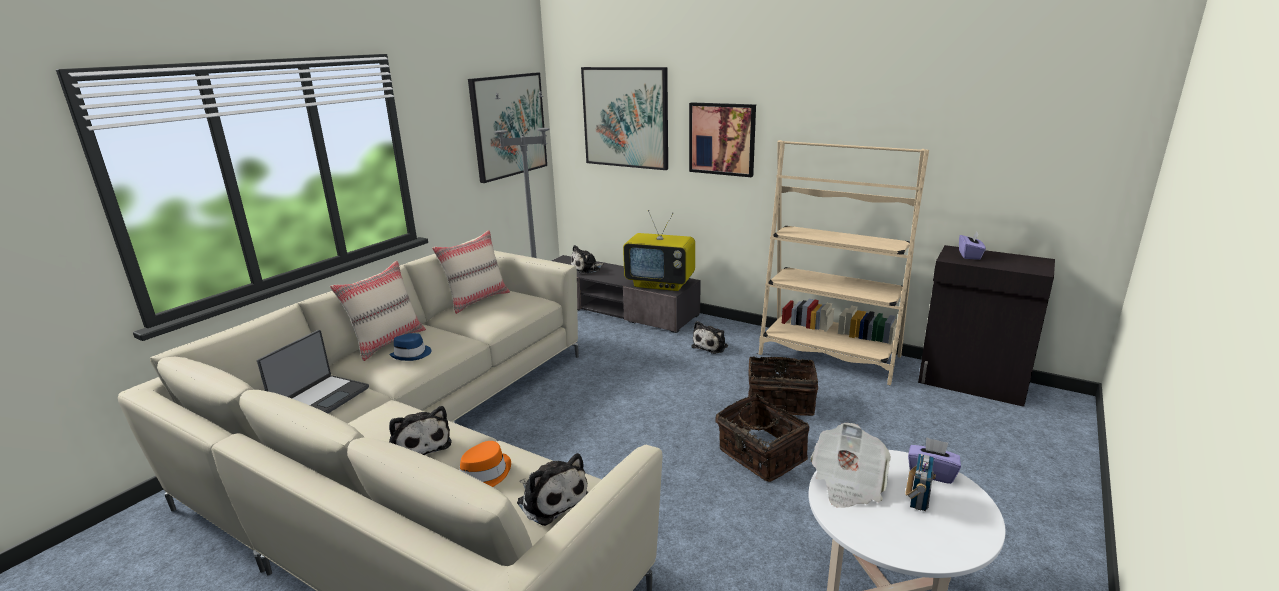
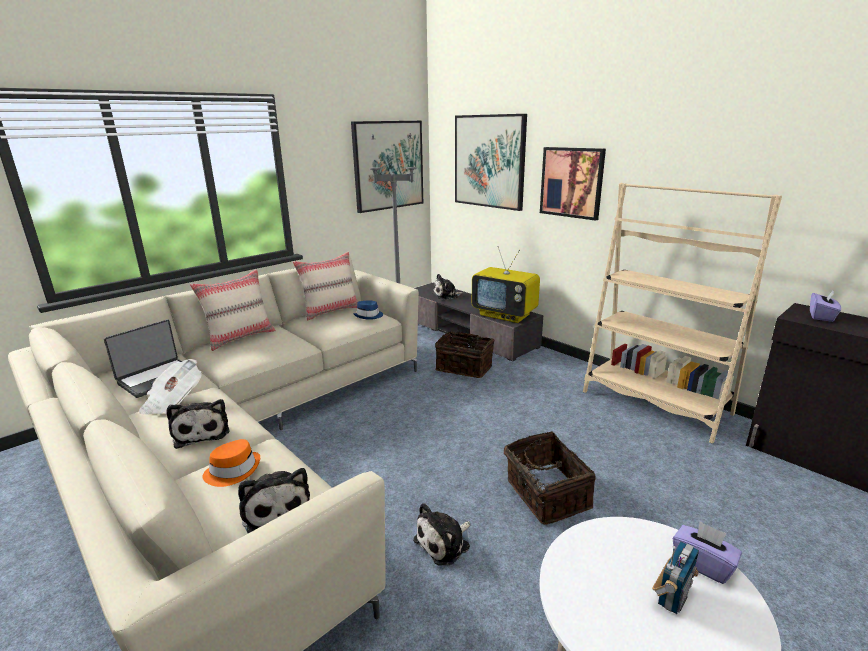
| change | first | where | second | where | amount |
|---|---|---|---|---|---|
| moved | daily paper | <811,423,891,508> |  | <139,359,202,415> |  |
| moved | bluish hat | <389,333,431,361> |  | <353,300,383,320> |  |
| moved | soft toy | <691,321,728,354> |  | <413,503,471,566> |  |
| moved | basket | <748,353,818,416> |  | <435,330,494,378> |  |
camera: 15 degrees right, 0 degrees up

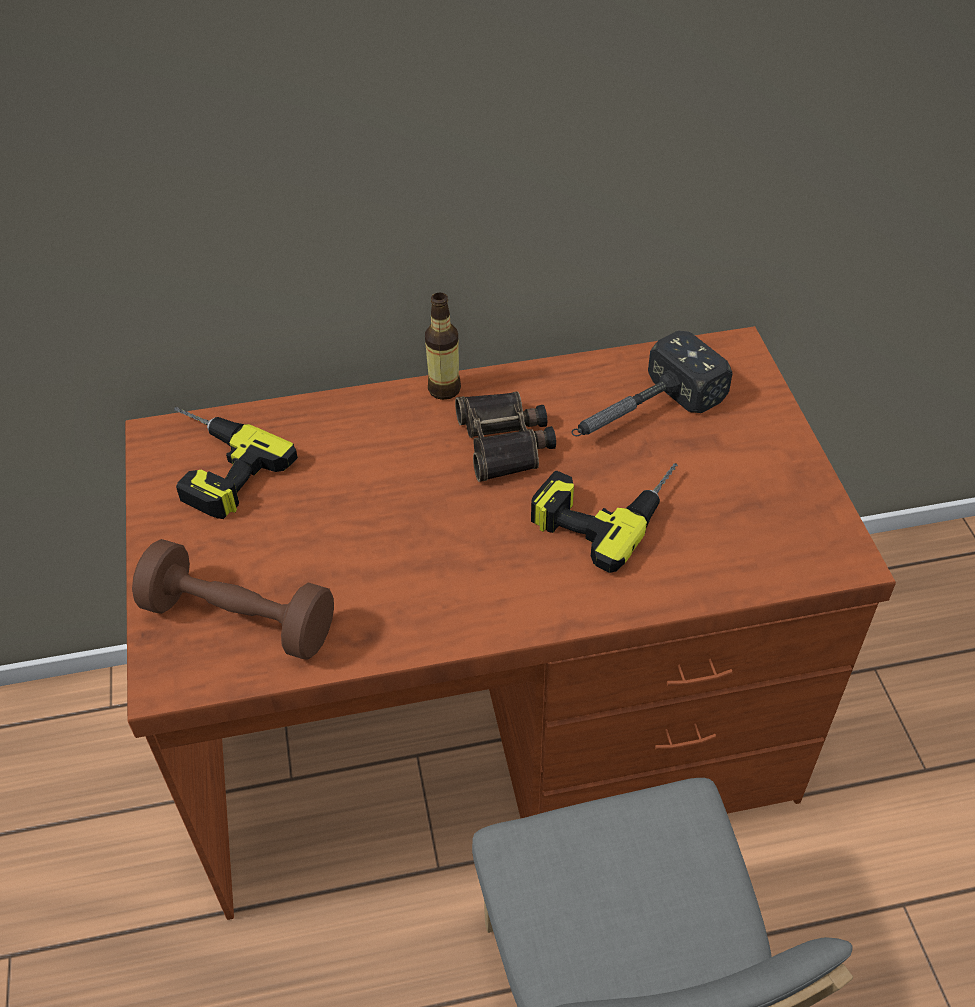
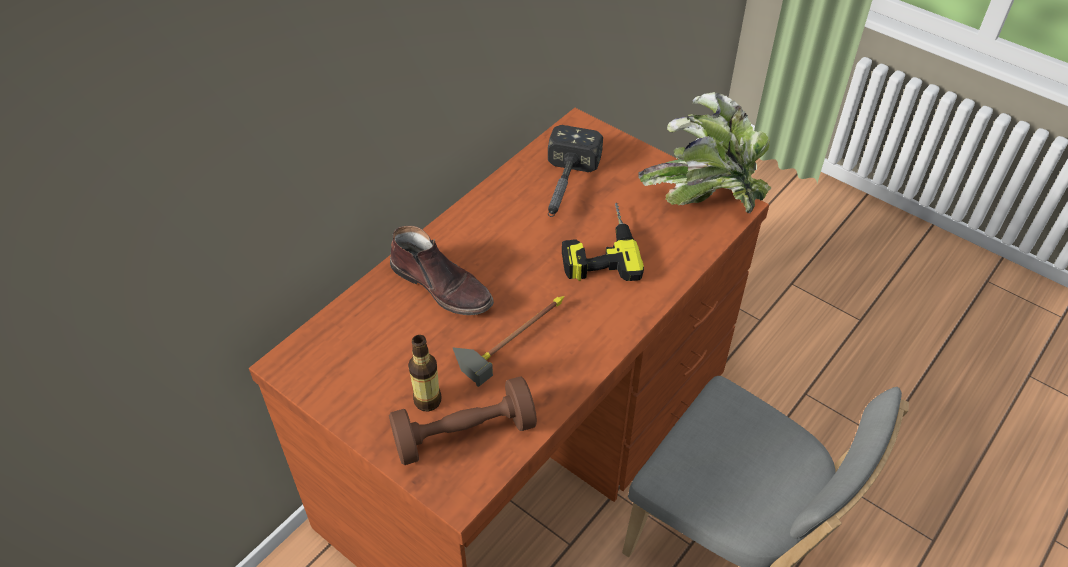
| change | first | where | second | where | amount |
|---|---|---|---|---|---|
| added |  |  | brownish boot | <390,226,494,315> |  |
| moved | beverage bottle | <425,293,461,400> |  | <408,335,441,411> |  |
| added |  |  | tool hammer | <452,296,565,387> |  |
| added |  |  | plant in a pot | <638,92,771,213> |  |
| removed | power drill | <174,407,298,519> |  |  |  |
| removed | binoculars | <455,391,556,482> |  |  |  |
camera: 40 degrees left, 0 degrees up

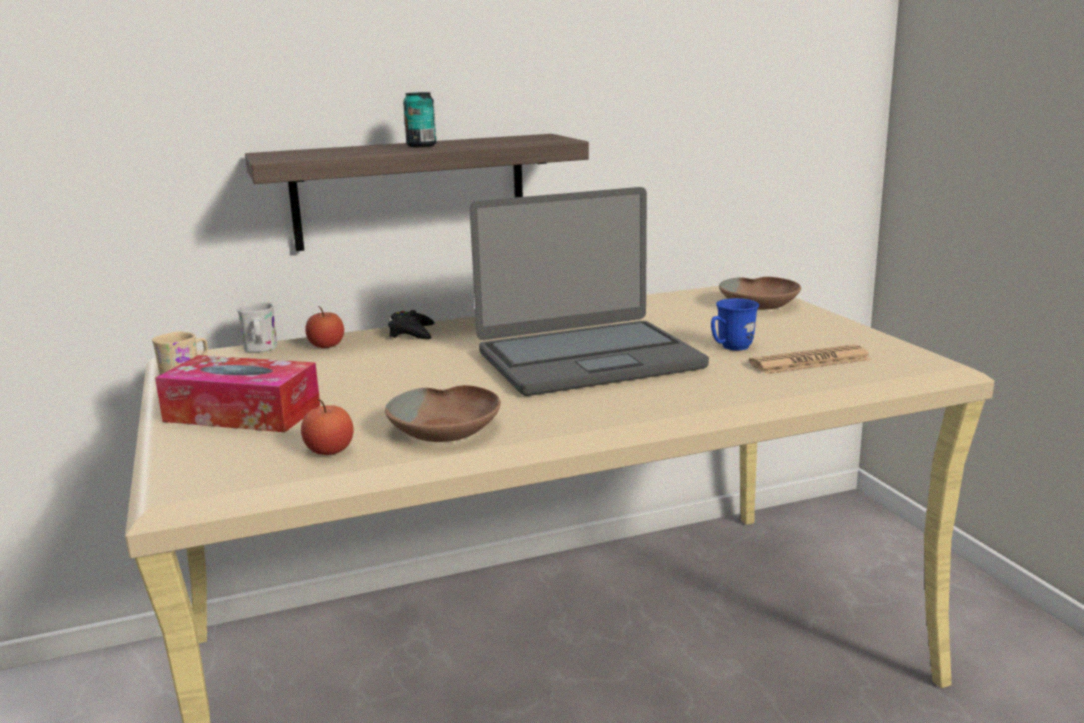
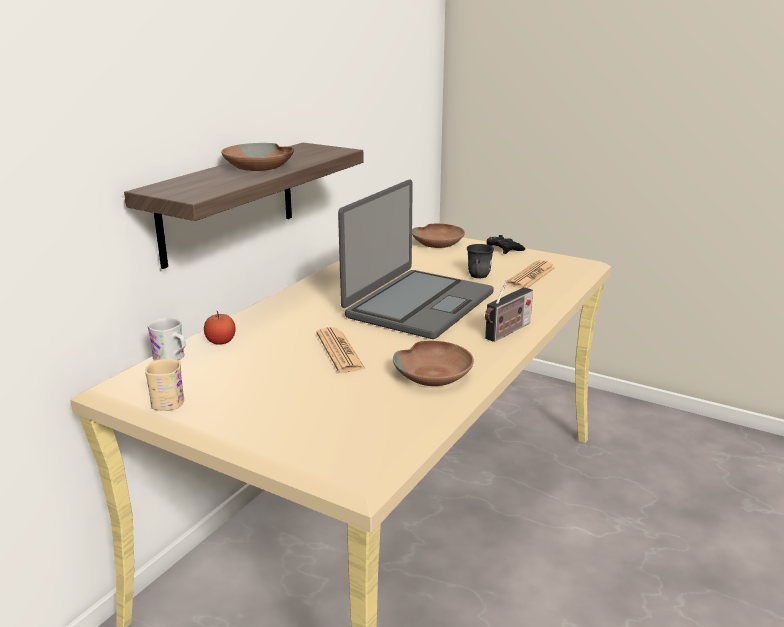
| change | first | where | second | where | amount |
|---|---|---|---|---|---|
| replaced | can | <403,92,436,147> | brownish deep dish | <221,143,294,171> |  |
| added |  |  | daily paper | <316,327,365,373> |  |
| recoloured | bluish coffee mug | <711,298,759,350> | gray coffee mug | <467,244,494,278> |  |
| added |  |  | radio | <485,280,533,342> |  |
| moved | blackish gamepad | <388,310,434,339> |  | <487,235,525,254> |  |
| removed | box of tissues | <155,355,320,432> |  |  |  |
| removed | whole apple | <301,399,354,455> |  |  |  |
camera: 40 degrees left, 5 degrees up

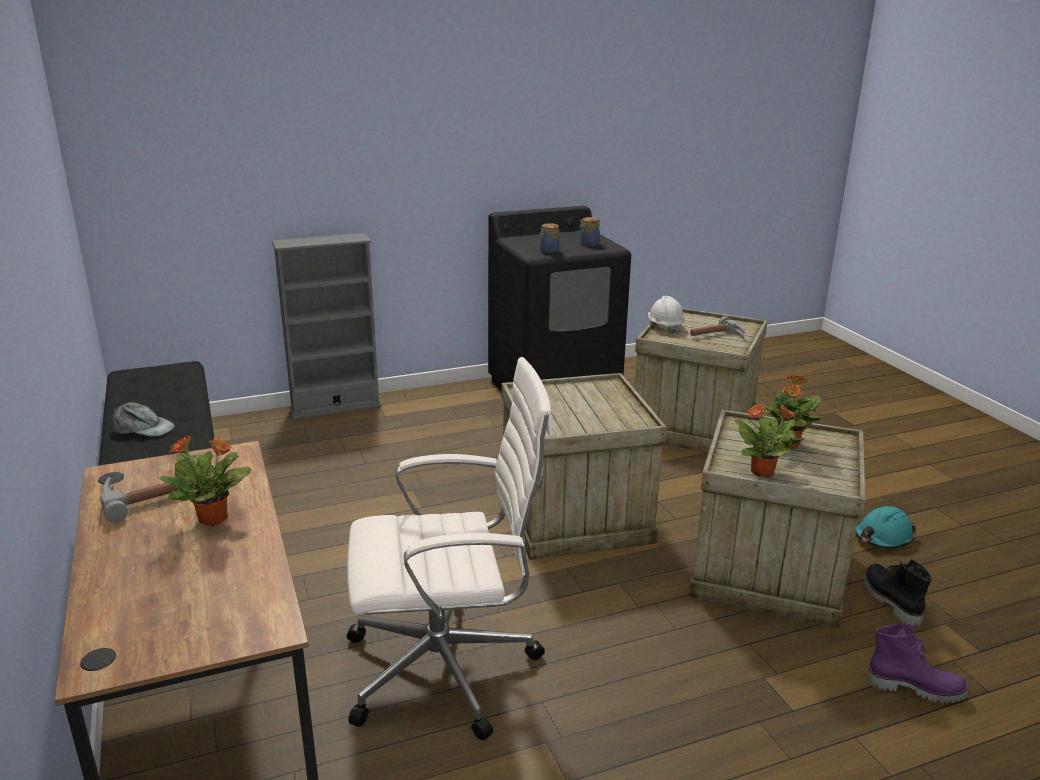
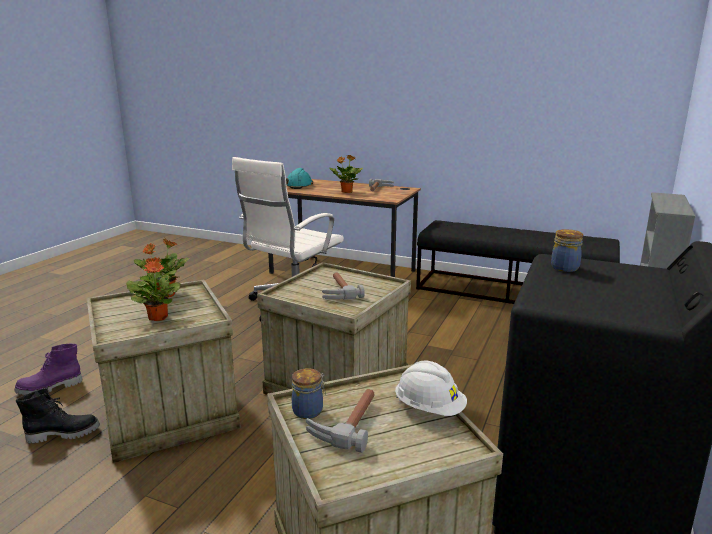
| change | first | where | second | where | amount |
|---|---|---|---|---|---|
| turned | blackish boot | <864,559,932,627> |  | <16,388,100,444> | 45 degrees counterclockwise |
| moved | blue-green hard hat | <856,506,916,549> |  | <286,168,313,189> |  |
| moved | storage jar | <579,217,600,246> |  | <292,368,326,419> |  |
| added |  |  | tool hammer | <322,272,365,300> |  |
| removed | gray cap | <112,402,175,437> |  |  |  |
camera: 135 degrees right, 5 degrees down

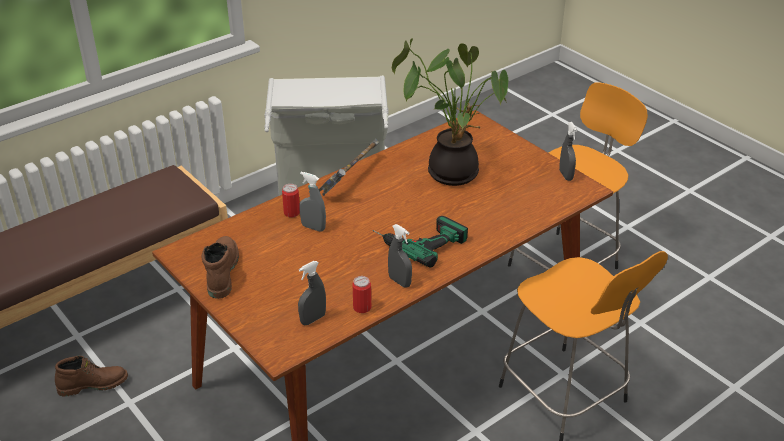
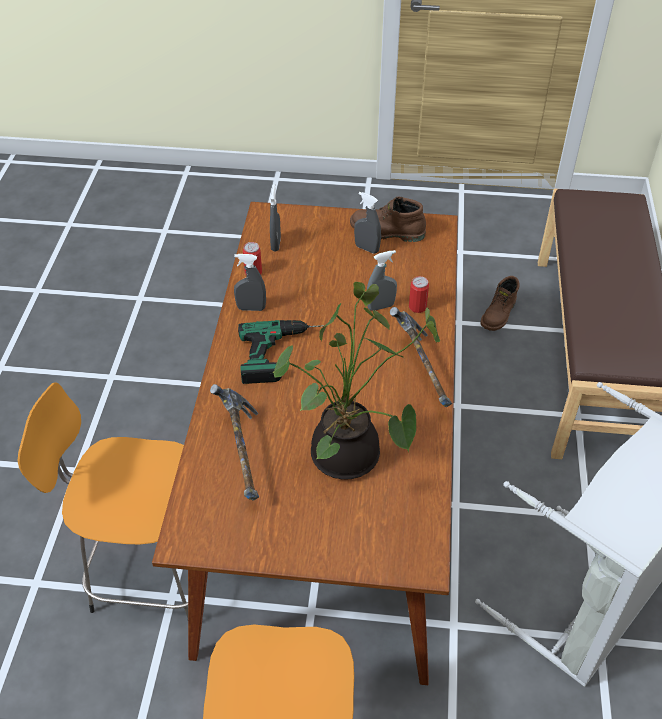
| change | first | where | second | where | amount |
|---|---|---|---|---|---|
| added |  |  | tool hammer | <210,384,259,500> |  |
| turned | brownish boot | <202,236,239,299> |  | <350,196,426,242> | 150 degrees clockwise |
| moved | gray spray bottle | <559,122,578,181> |  | <354,192,381,254> |  |
camera: 135 degrees right, 10 degrees up

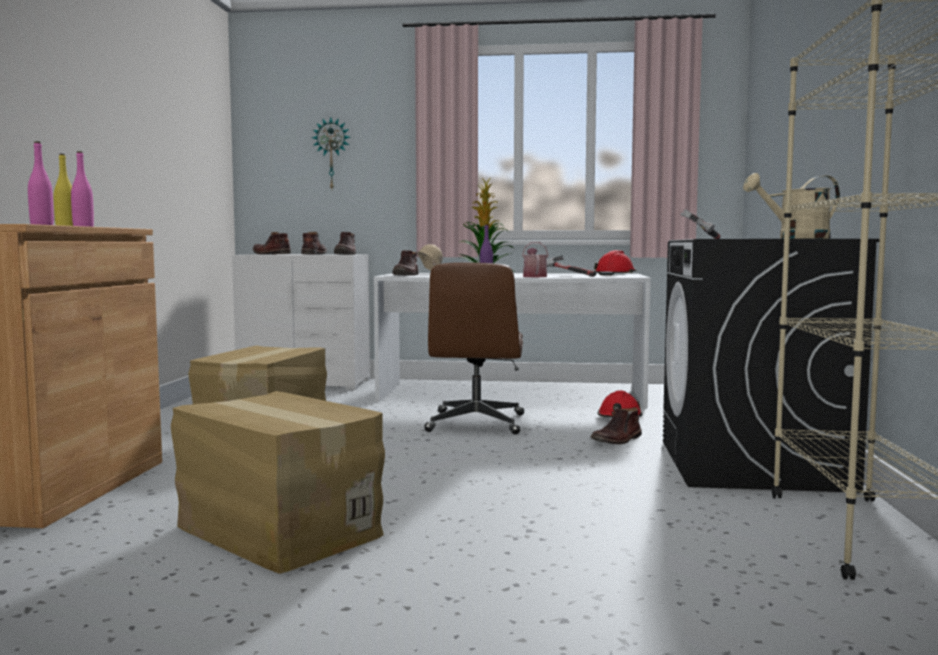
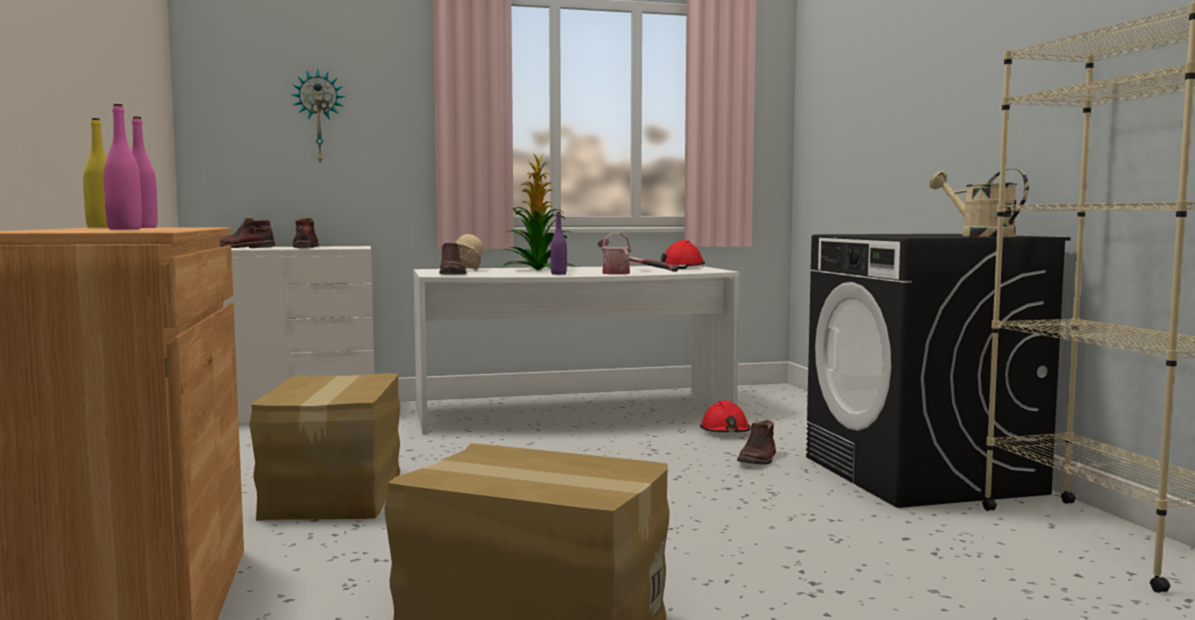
| change | first | where | second | where | amount |
|---|---|---|---|---|---|
| turned | beige-coloured watering can | <743,173,840,239> |  | <929,168,1029,237> | 90 degrees clockwise |
| removed | brownish boot | <334,232,356,254> |  |  |  |
| removed | brownish office chair | <424,262,524,434> |  |  |  |
| removed | tool hammer | <680,209,721,239> |  |  |  |
camera: 20 degrees left, 0 degrees up

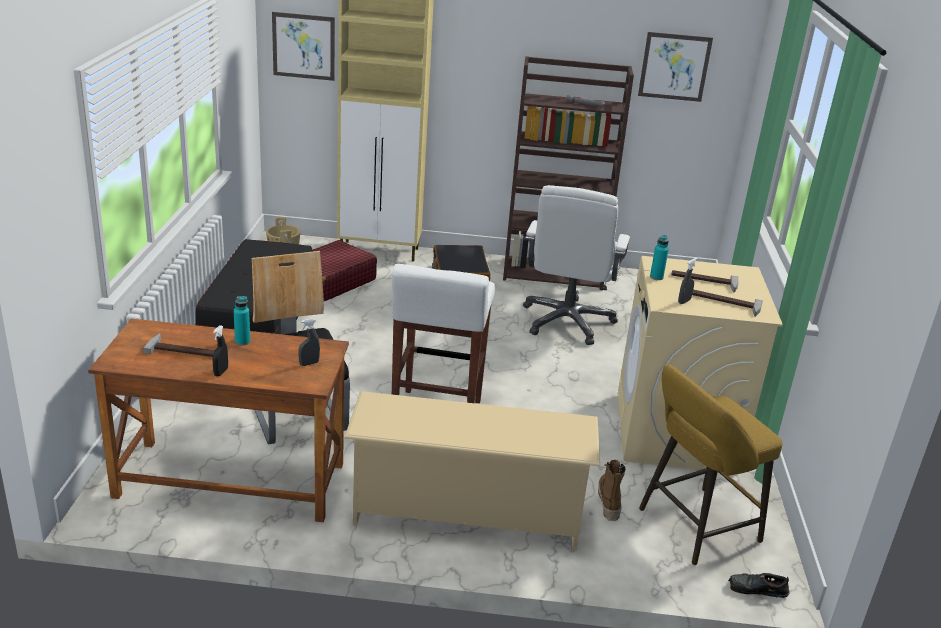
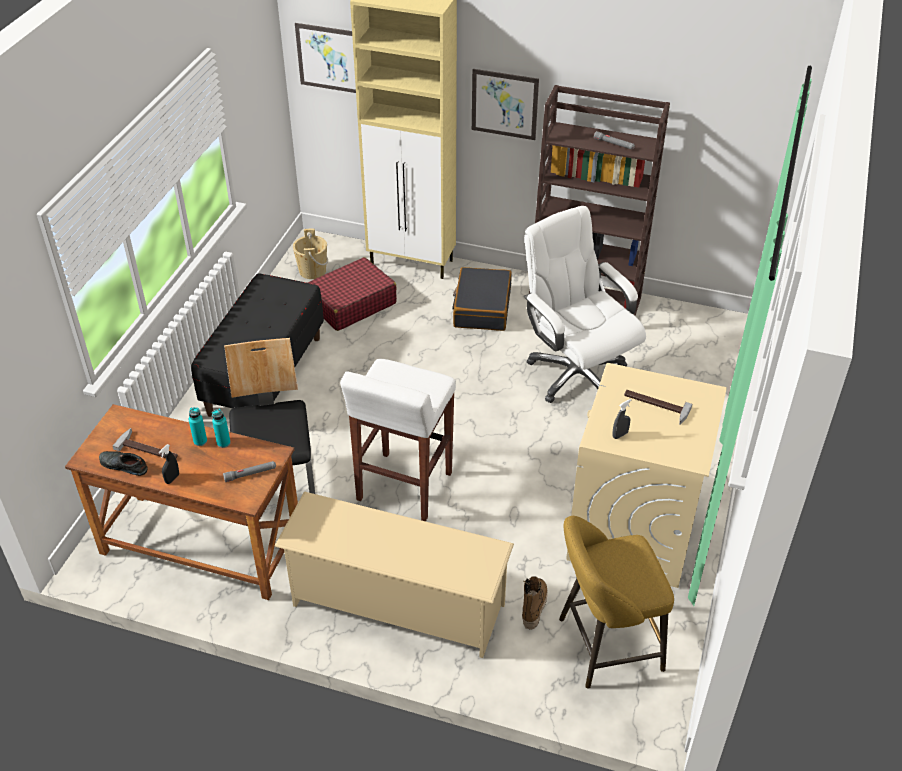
| change | first | where | second | where | amount |
|---|---|---|---|---|---|
| moved | blackish shoe | <728,573,790,598> |  | <99,451,148,476> |  |
| moved | blue-green beverage bottle | <650,235,669,280> |  | <212,409,231,448> |  |
| replaced | gray spray bottle | <298,318,320,366> | gray flashlight | <223,461,276,482> |  |
| moved | wall picture | <638,32,713,102> |  | <472,69,539,140> |  |
| turned | white-coloured office chair | <523,185,630,345> |  | <524,206,646,403> | 120 degrees clockwise |
| removed | tool hammer | <692,290,763,317> |  |  |  |
camera: 15 degrees right, 15 degrees up

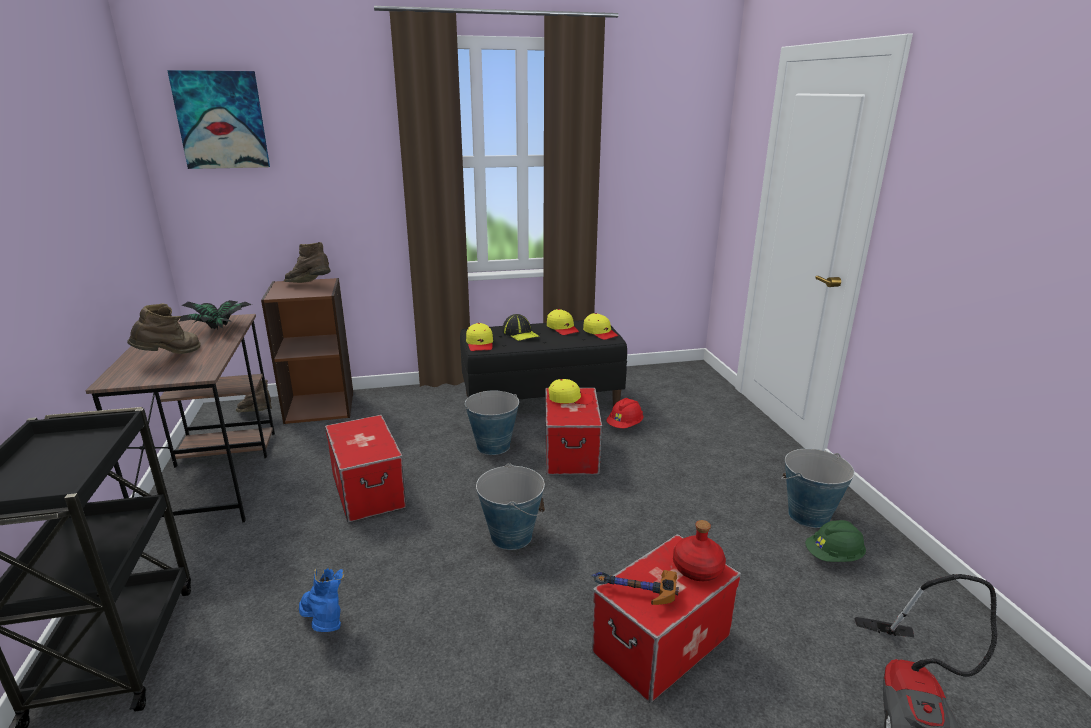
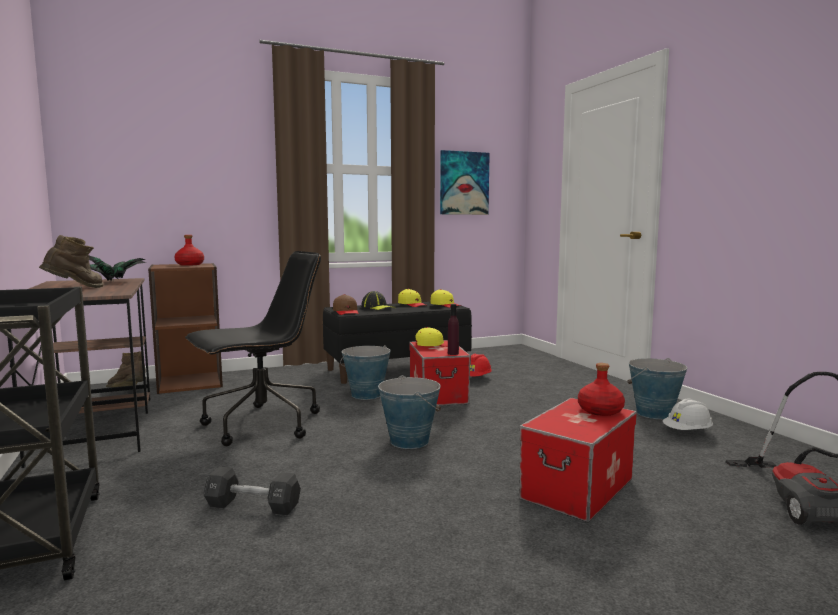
| change | first | where | second | where | amount |
|---|---|---|---|---|---|
| replaced | brownish boot | <284,242,331,283> | red-coloured beverage bottle | <174,235,204,266> |  |
| replaced | storage bin | <325,415,407,522> | blackish office chair | <185,251,321,446> |  |
| replaced | bluish boot | <299,568,344,632> | blackish hand weight | <204,467,301,516> |  |
| recoloured | yellow cap | <466,323,493,351> | brownish cap | <333,294,358,315> |  |
| moved | wall picture | <167,70,270,169> |  | <440,150,490,215> |  |
| added |  |  | purple beverage bottle | <448,304,459,355> |  |
| recoloured | green-coloured hard hat | <805,520,866,562> | white-coloured hard hat | <663,399,713,430> |  |
| removed | tool hammer | <591,570,679,605> |  |  |  |
camera: 10 degrees left, 15 degrees down

